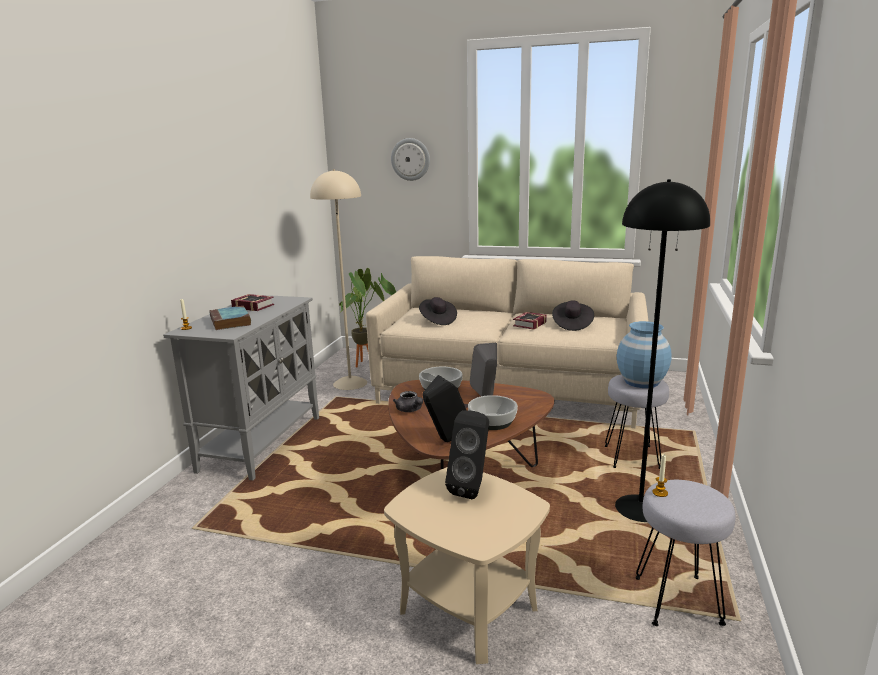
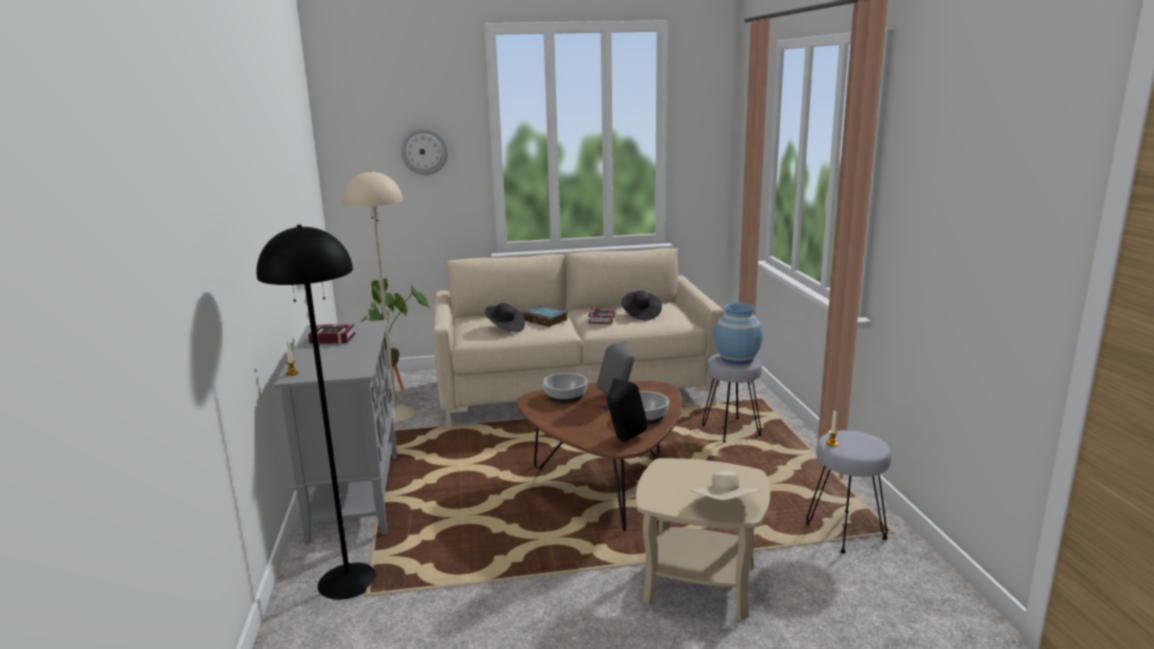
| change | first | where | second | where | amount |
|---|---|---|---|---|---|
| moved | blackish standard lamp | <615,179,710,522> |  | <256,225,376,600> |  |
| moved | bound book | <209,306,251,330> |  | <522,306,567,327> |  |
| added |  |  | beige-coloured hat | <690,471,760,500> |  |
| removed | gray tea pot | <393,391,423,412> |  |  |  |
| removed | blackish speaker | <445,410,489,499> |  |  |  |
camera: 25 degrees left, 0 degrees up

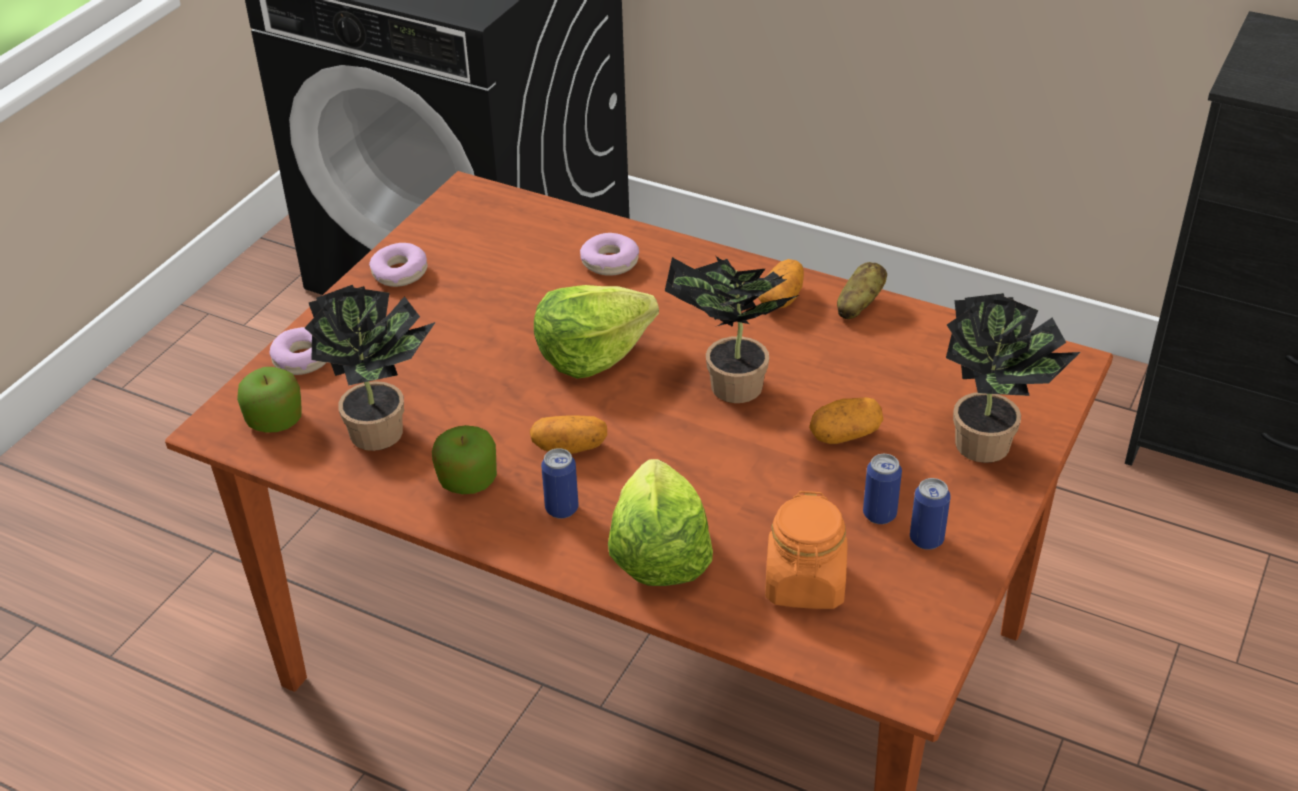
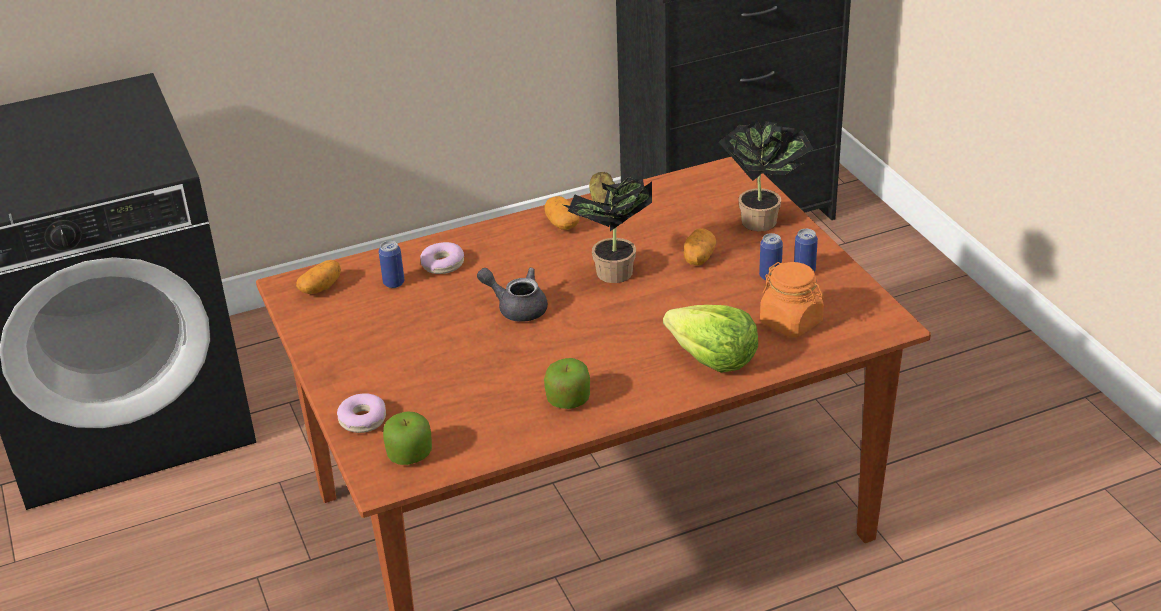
| change | first | where | second | where | amount |
|---|---|---|---|---|---|
| moved | potato | <530,415,607,454> |  | <296,260,341,294> |  |
| moved | can | <541,448,578,519> |  | <379,241,405,288> |  |
| replaced | head of lettuce | <534,285,659,379> | gray tea pot | <477,268,548,322> |  |
| removed | plant in a pot | <305,285,436,451> |  |  |  |
| removed | donut | <369,243,428,287> |  |  |  |
camera: 50 degrees left, 5 degrees down

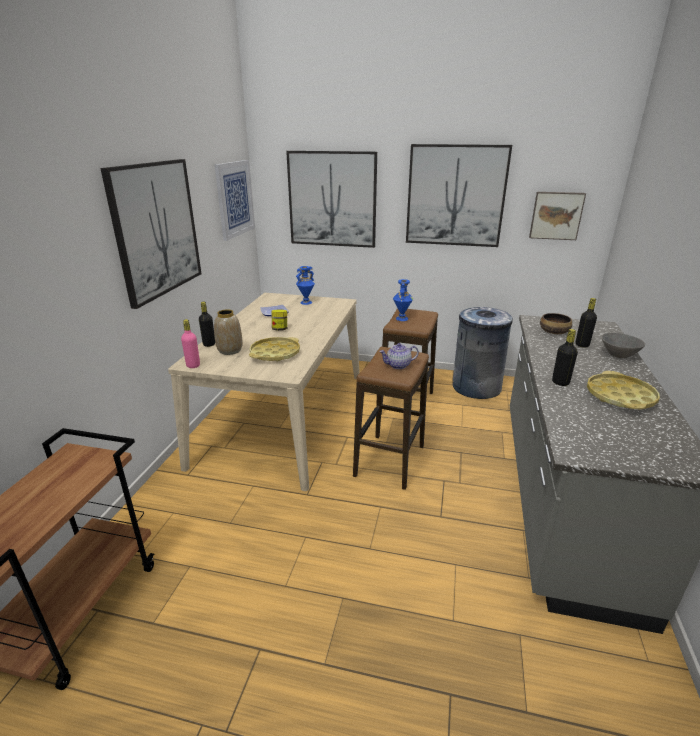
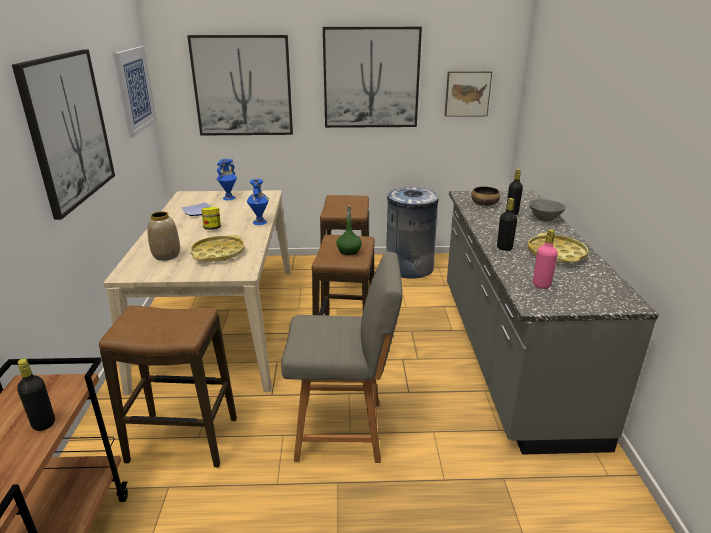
| change | first | where | second | where | amount |
|---|---|---|---|---|---|
| moved | blackish beverage bottle | <199,302,215,347> |  | <17,358,55,431> |  |
| added |  |  | sitting stool | <99,305,237,467> |  |
| moved | bluish decorative vase | <393,279,413,321> |  | <247,179,269,225> |  |
| added |  |  | gray chair | <281,252,402,463> |  |
| replaced | tea pot | <379,343,419,369> | green-coloured beverage bottle | <336,205,362,255> |  |
| moved | pink-coloured beverage bottle | <181,319,200,368> |  | <533,229,558,289> |  |
camera: 15 degrees left, 0 degrees up

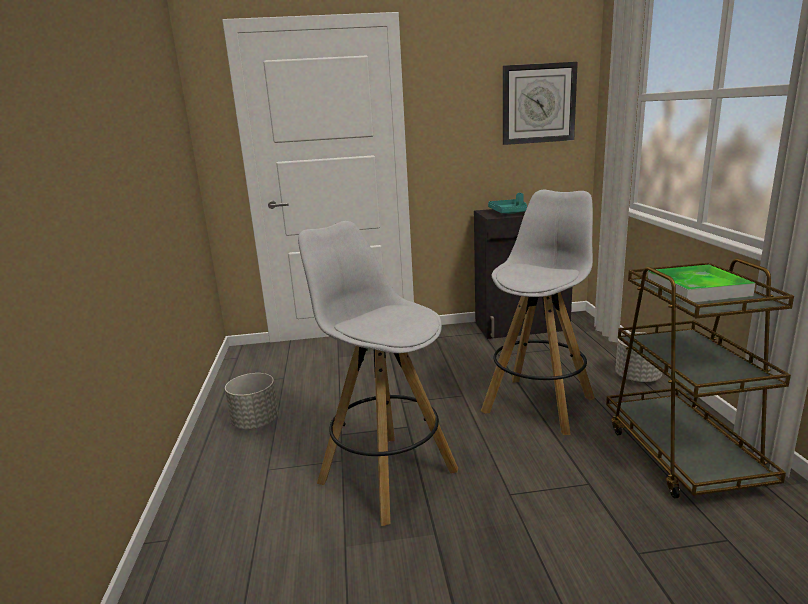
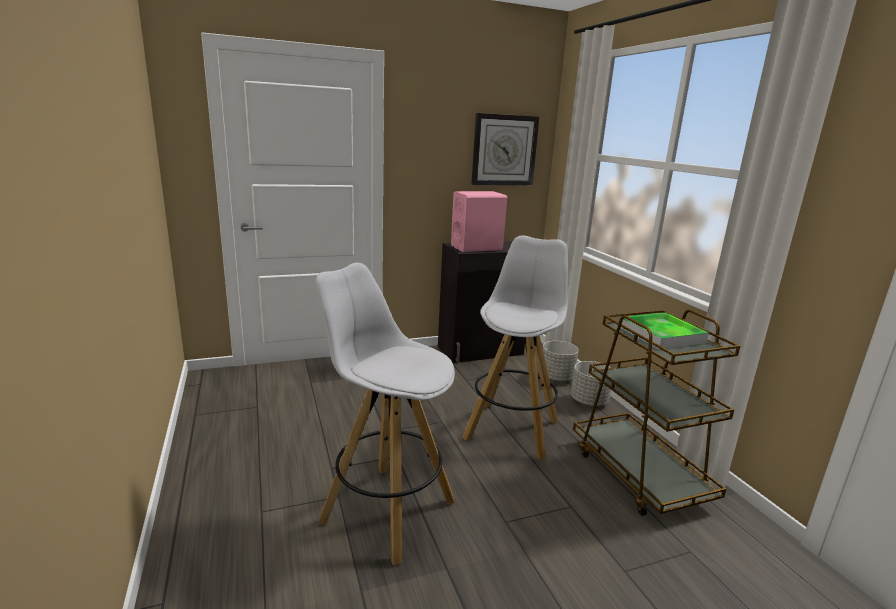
| change | first | where | second | where | amount |
|---|---|---|---|---|---|
| replaced | blue-green tray | <488,193,527,214> | pink-coloured speaker | <451,191,507,252> |  |
| moved | gray planter | <225,373,278,429> |  | <543,341,579,381> |  |
camera: 15 degrees left, 0 degrees up

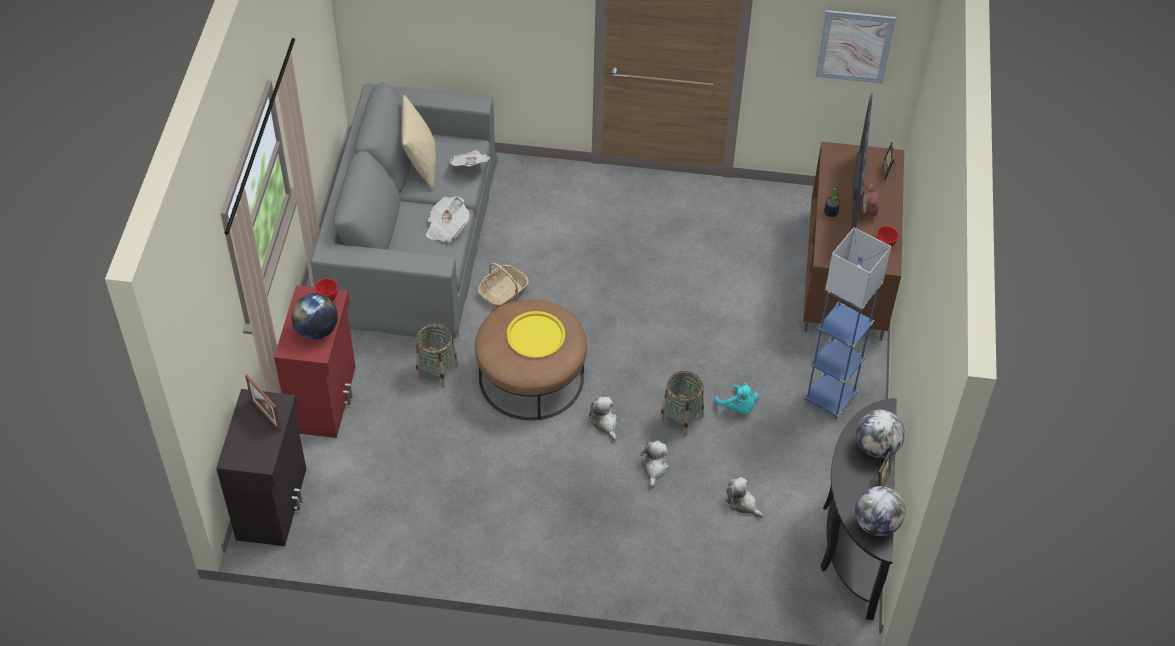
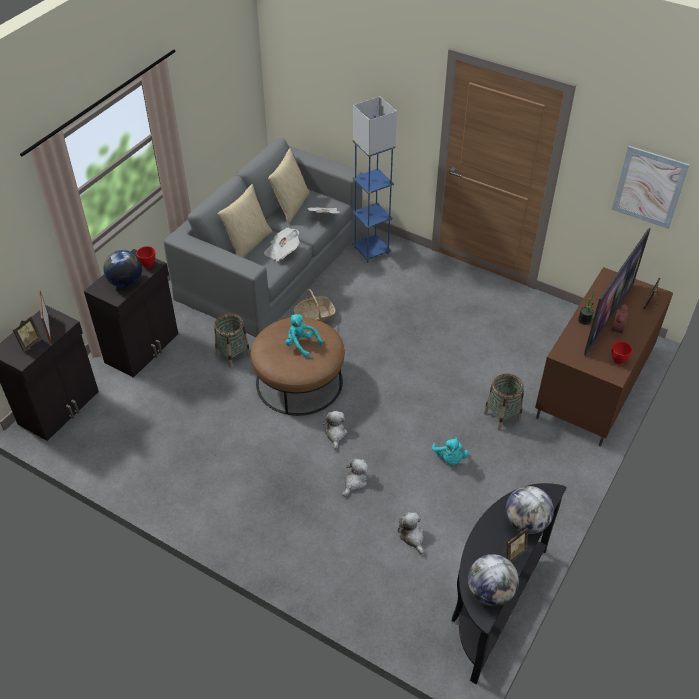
| change | first | where | second | where | amount |
|---|---|---|---|---|---|
| added |  |  | picture frame | <13,316,41,352> |  |
| recoloured | red-coloured cabinet | <274,285,356,438> | blackish cabinet | <84,249,178,378> |  |
| added |  |  | beige-coloured pillow | <217,184,272,258> |  |
| replaced | yellow tray | <507,311,565,358> | blue-green soft toy | <285,314,323,358> |  |
| moved | bluish standard lamp | <804,227,891,419> |  | <353,96,397,262> |  |
| moved | basket | <659,371,704,437> |  | <484,374,524,431> |  |
camera: 25 degrees right, 5 degrees down

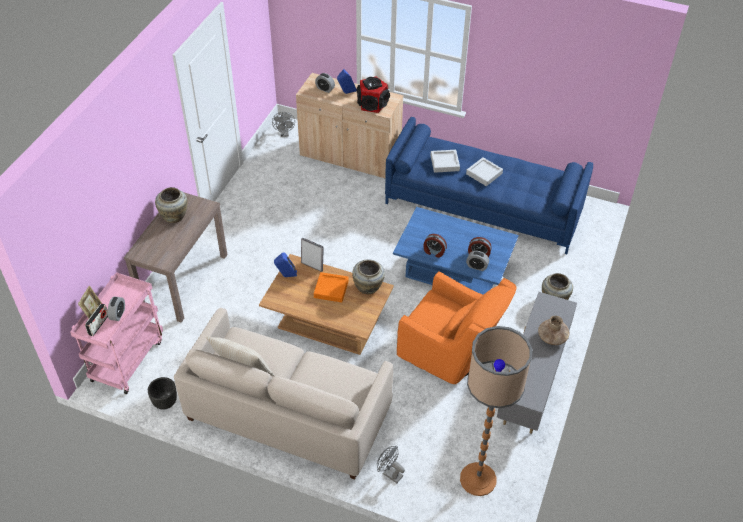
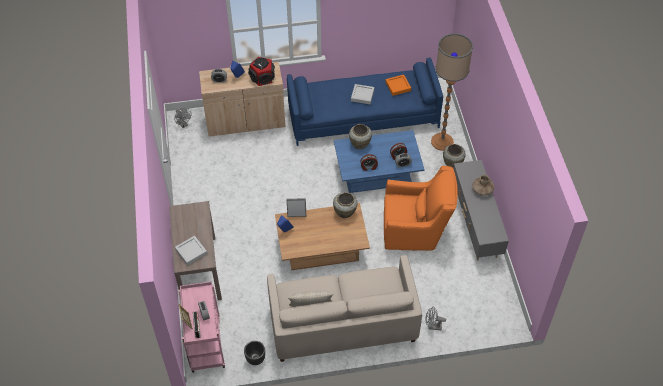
| change | first | where | second | where | amount |
|---|---|---|---|---|---|
| moved | gray tray | <430,150,460,173> |  | <175,236,207,266> |  |
| moved | beige-coloured decorative vase | <155,187,188,223> |  | <349,124,372,149> |  |
| moved | orange tray | <314,272,349,302> |  | <386,75,411,96> |  |
| moved | standard lamp | <460,326,532,496> |  | <431,33,473,151> |  |
camera: 30 degrees left, 5 degrees up

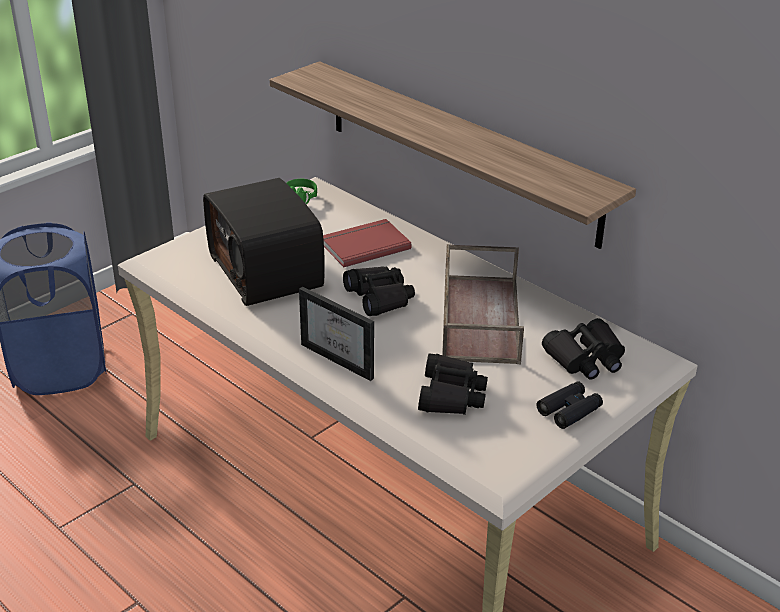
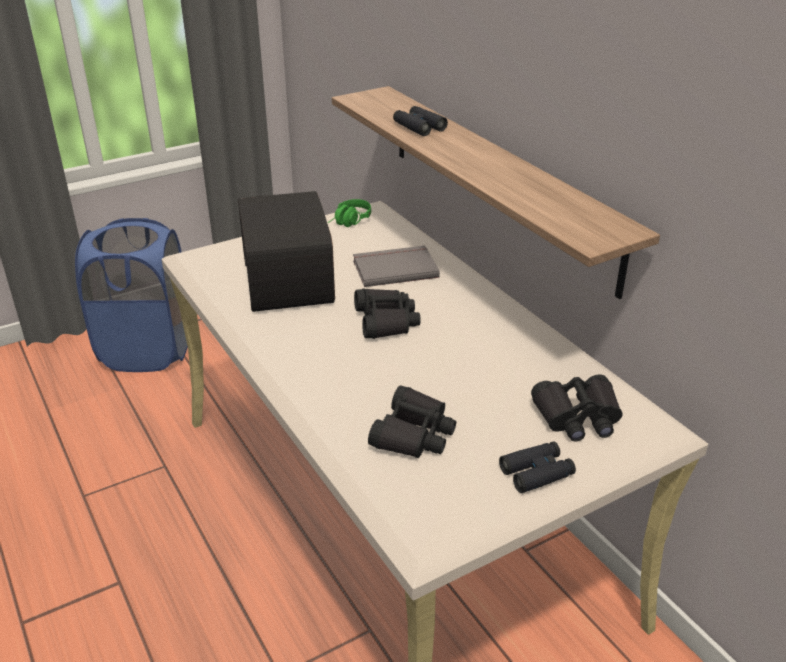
| change | first | where | second | where | amount |
|---|---|---|---|---|---|
| recoloured | red-coloured bound book | <323,219,412,268> | gray bound book | <353,246,440,287> |  |
| added |  |  | blackish binoculars | <393,106,448,136> |  |
| removed | picture frame | <299,287,374,381> |  |  |  |
| removed | brownish tray | <442,244,524,364> |  |  |  |
camera: 15 degrees right, 0 degrees up

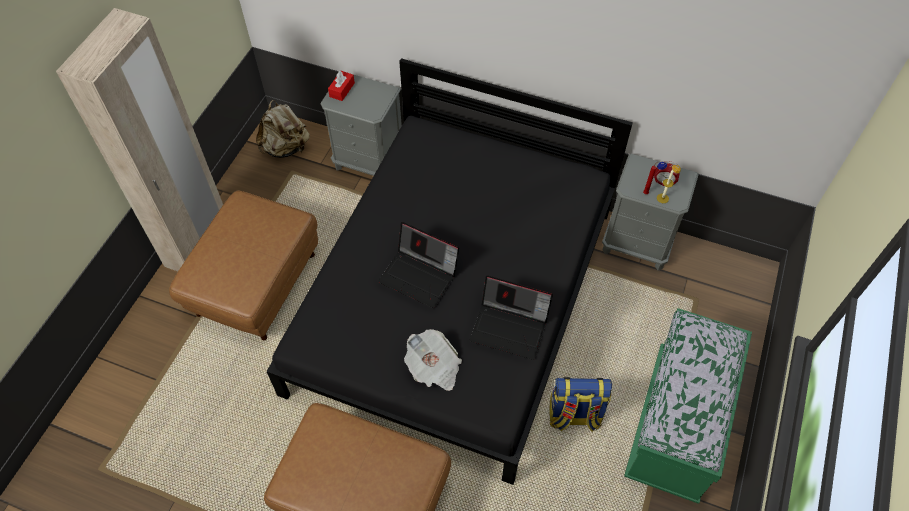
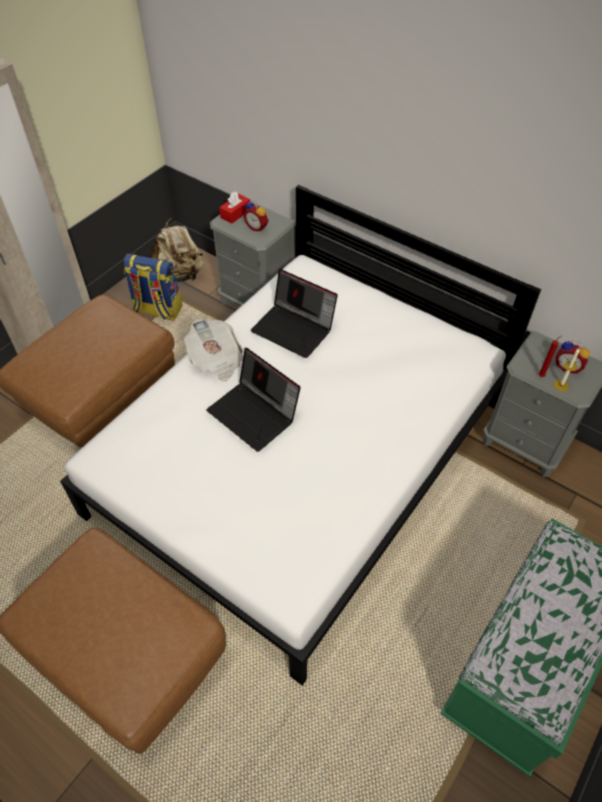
| change | first | where | second | where | amount |
|---|---|---|---|---|---|
| recoloured | blackish bedroom bed | <266,58,633,485> | white-coloured bedroom bed | <60,185,541,686> |  |
| moved | rucksack | <549,377,612,432> |  | <124,254,182,320> |  |
| moved | daily paper | <404,329,462,391> |  | <184,319,243,382> |  |
| added |  |  | alarm clock | <243,200,269,232> |  |
| moved | portable computer | <470,275,553,360> |  | <251,269,338,358> |  |
camera: 15 degrees right, 5 degrees down

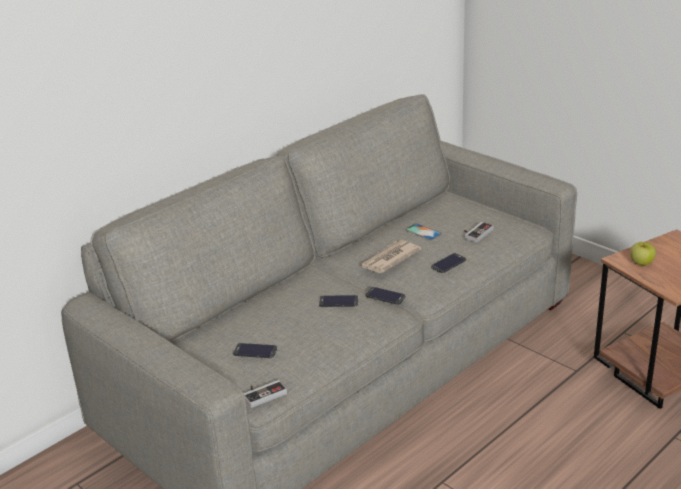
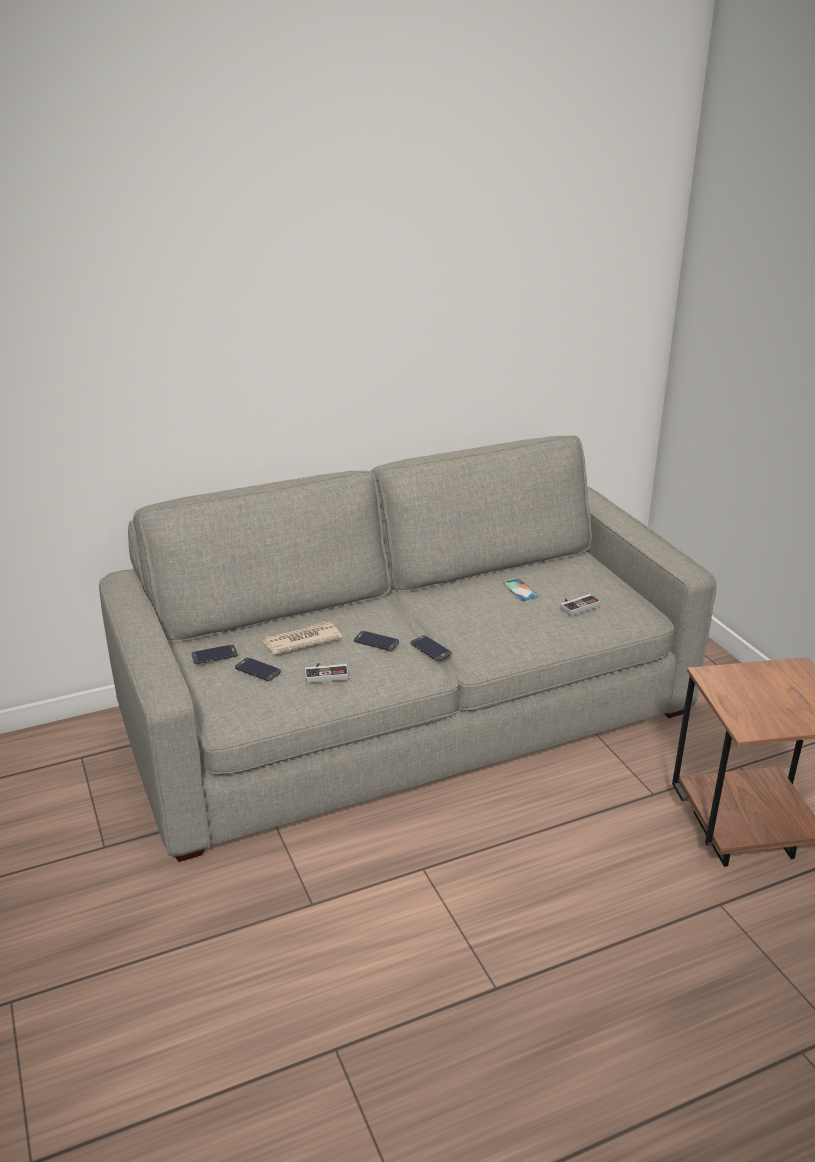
| change | first | where | second | where | amount |
|---|---|---|---|---|---|
| moved | telephone | <431,253,466,273> |  | <191,644,238,664> |  |
| moved | daily paper | <361,240,421,273> |  | <263,622,342,654> |  |
| moved | gamepad | <244,380,287,408> |  | <305,663,349,683> |  |
| removed | whole apple | <630,242,656,265> |  |  |  |
camera: 20 degrees right, 0 degrees up

